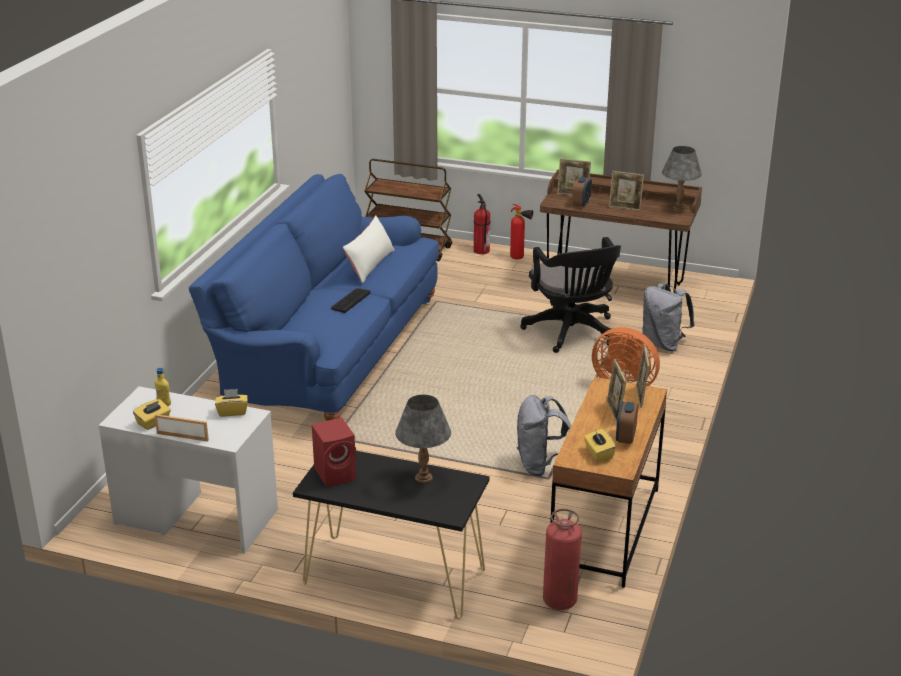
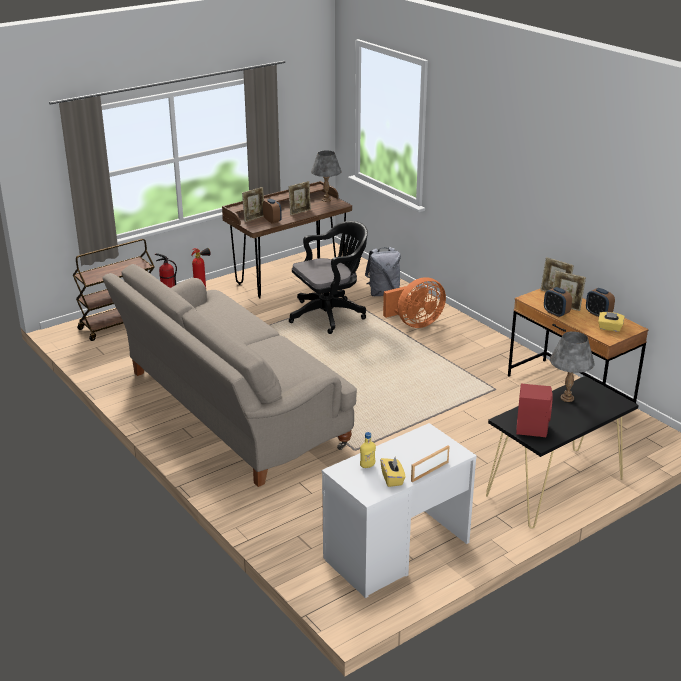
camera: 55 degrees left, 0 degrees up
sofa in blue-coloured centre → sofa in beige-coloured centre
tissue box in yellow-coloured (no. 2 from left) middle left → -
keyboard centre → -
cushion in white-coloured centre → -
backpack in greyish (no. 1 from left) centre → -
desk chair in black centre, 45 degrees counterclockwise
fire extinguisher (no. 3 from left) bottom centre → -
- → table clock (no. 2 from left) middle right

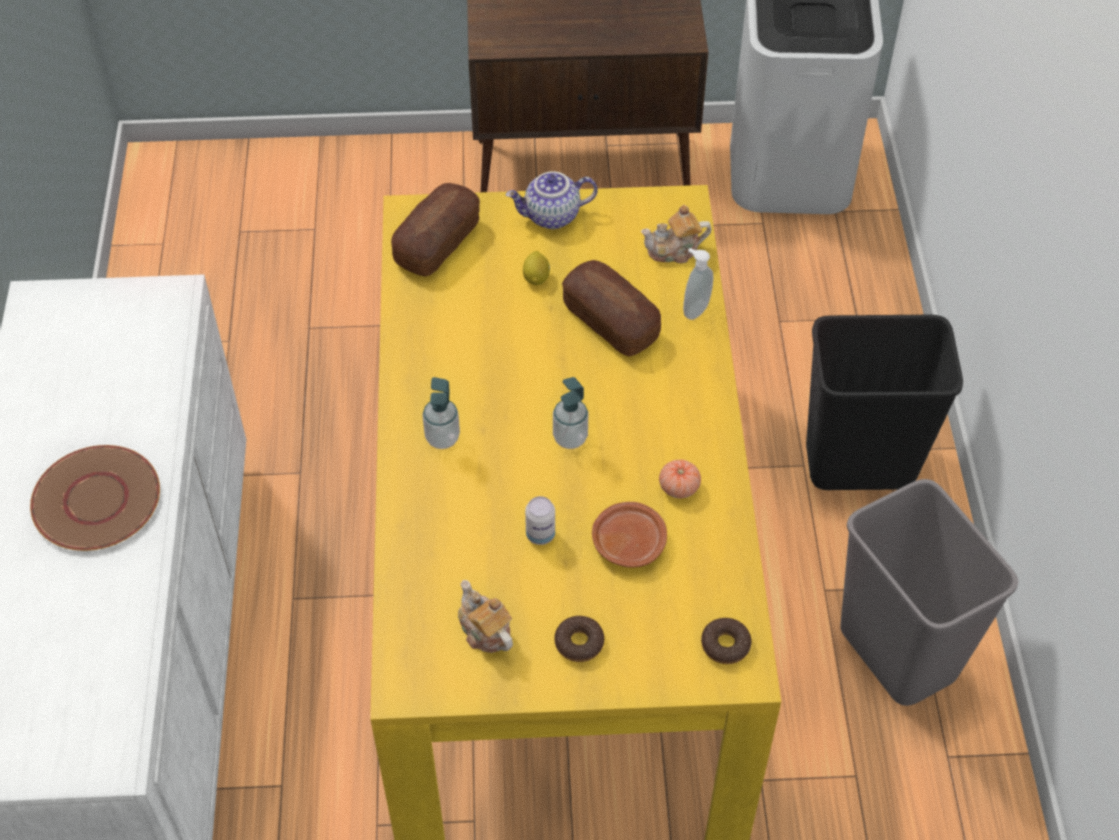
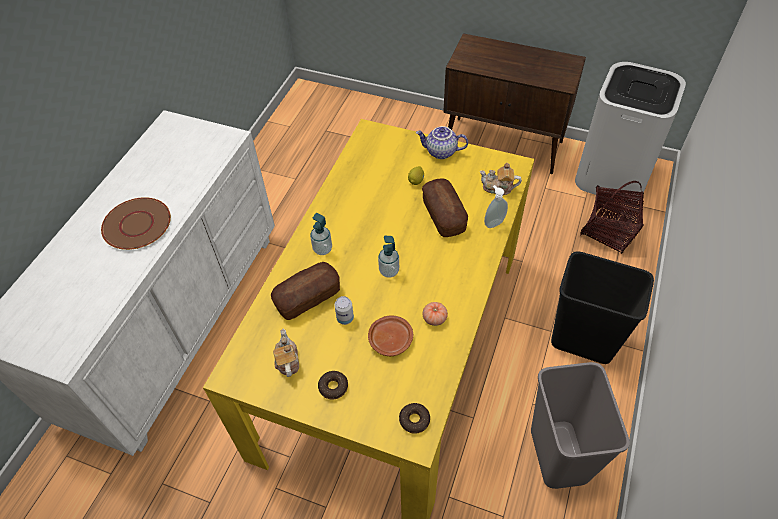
camera: 25 degrees right, 0 degrees up
bakery bread (no. 1 from left) top centre → bakery bread (no. 1 from left) centre, relocated
- → household basket middle right

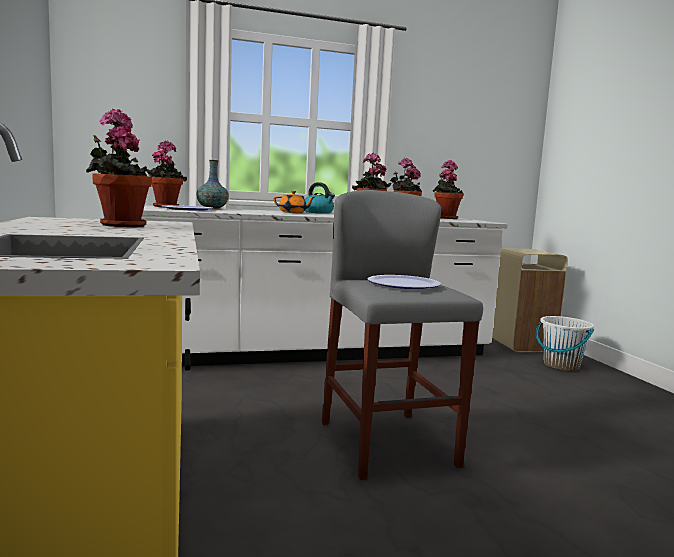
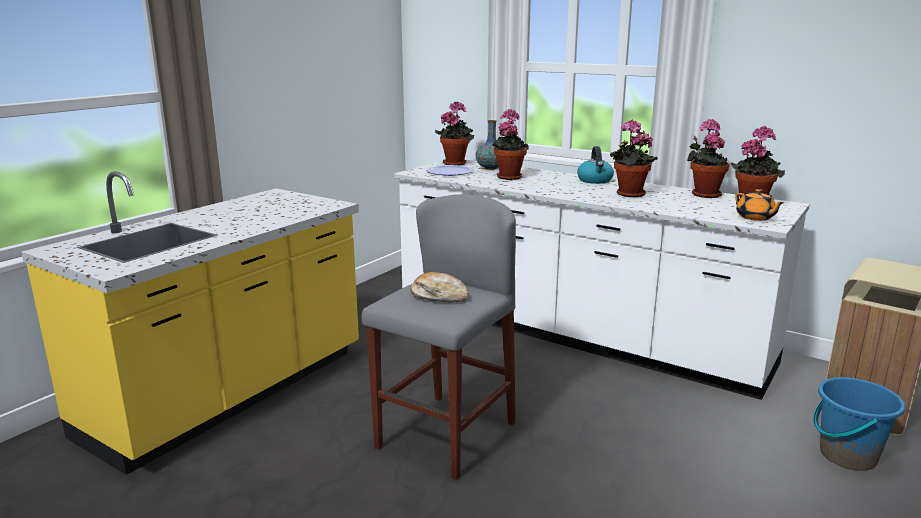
camera: 50 degrees right, 10 degrees up
potted plant (no. 1 from left in the first image) top left → potted plant (no. 2 from left) top centre, relocated
pot for tea in orangey centre → pot for tea in orangey middle right, relocated
dinner plate (no. 2 from left) centre → bakery bread centre
bucket in white-coloured middle right → bucket in blue-coloured bottom right

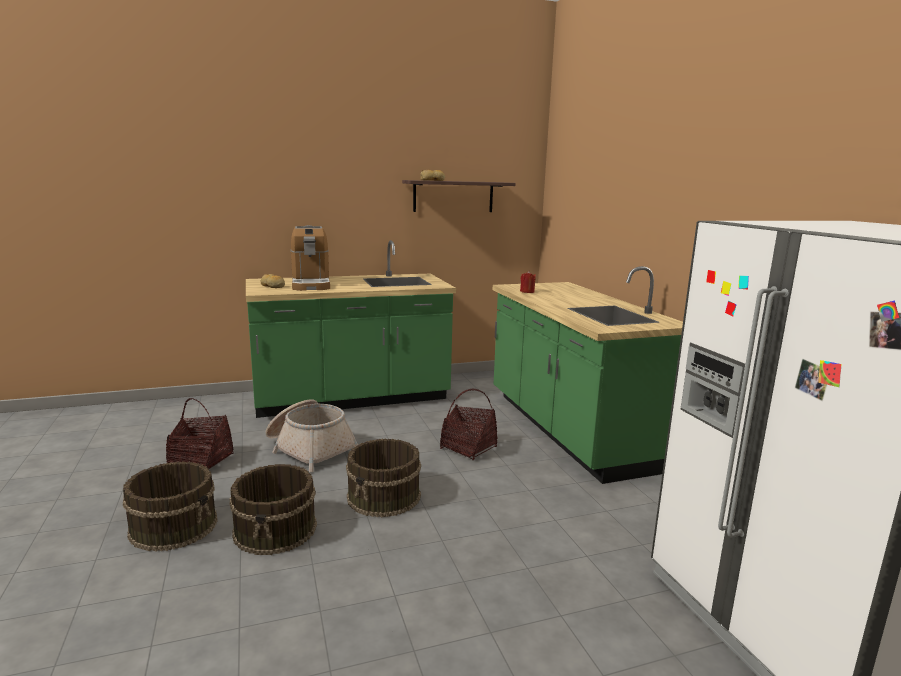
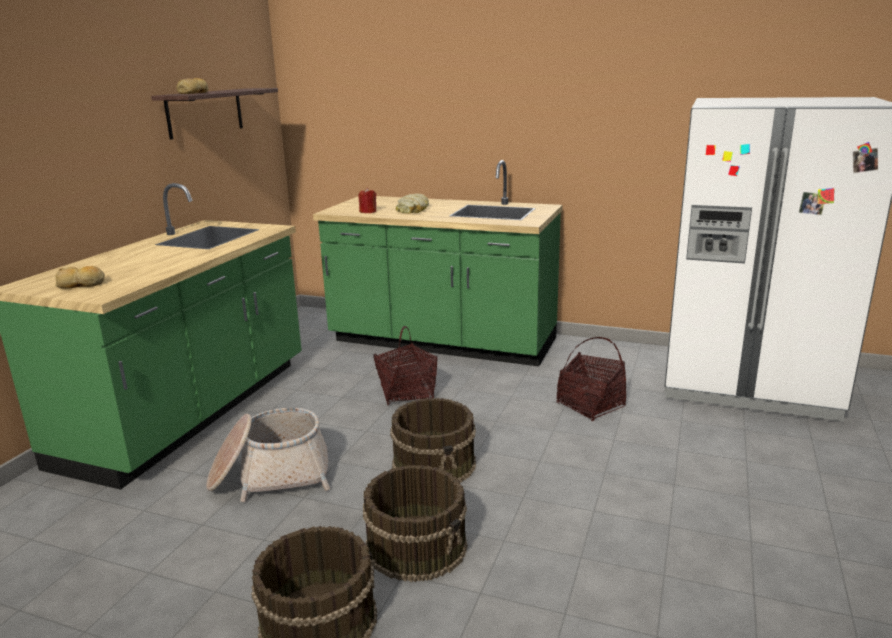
camera: 50 degrees left, 5 degrees up
household basket (no. 1 from left in the first image) middle left → household basket (no. 3 from left) centre, relocated
coffee machine centre → -
- → bakery bread (no. 3 from left) top centre

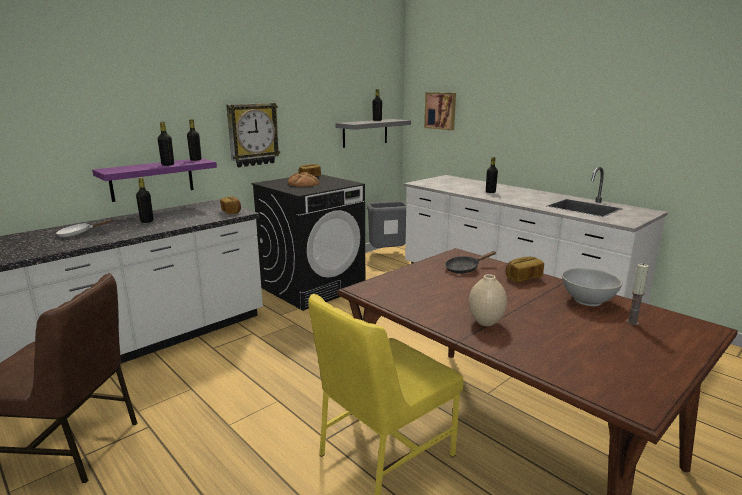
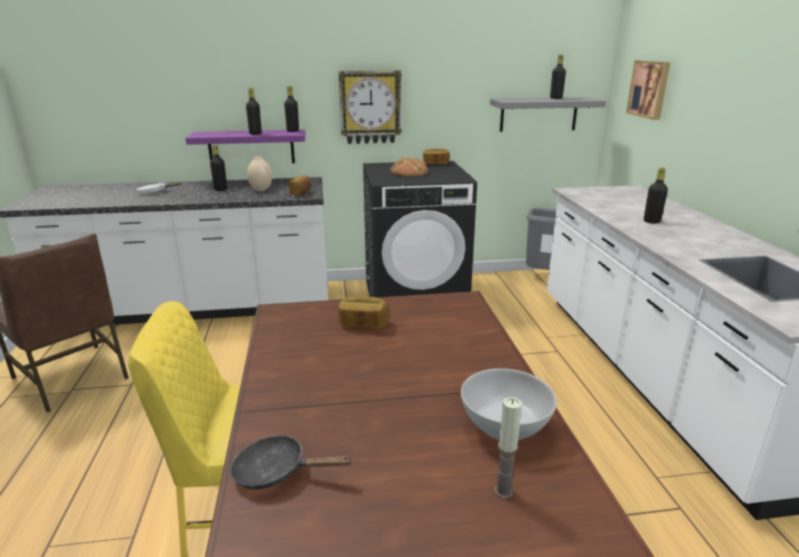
camera: 35 degrees right, 5 degrees up
frying pan in black centre → frying pan in black bottom centre, relocated
vase in beige-coloured centre → vase in beige-coloured top left, relocated
bakery bread (no. 4 from left in the first image) middle right → bakery bread (no. 2 from left) centre, relocated

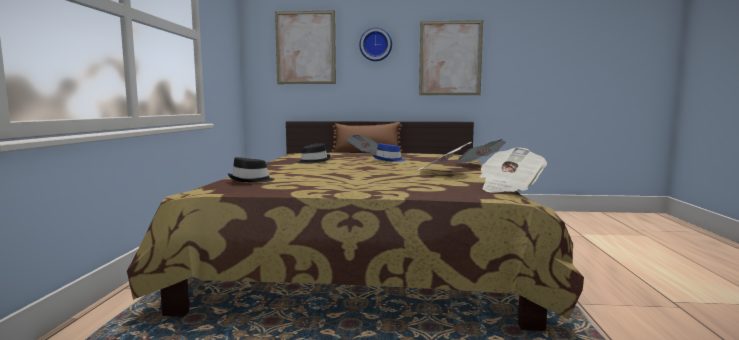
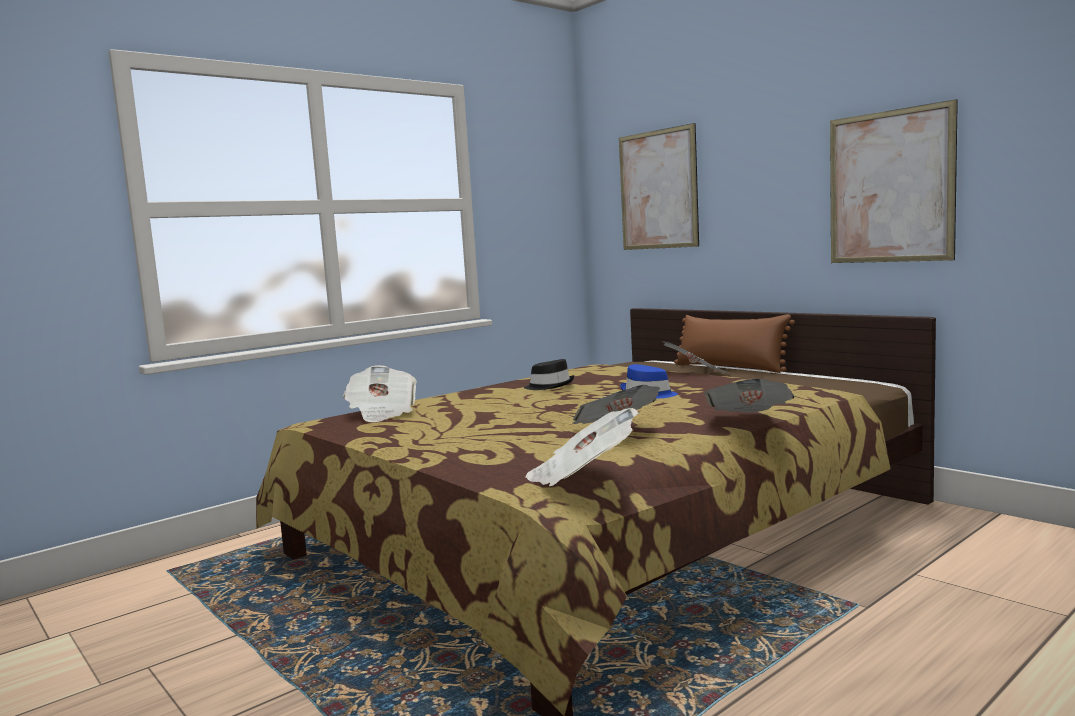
camera: 45 degrees right, 0 degrees up
wearable hat in black (no. 1 from left) centre → newspaper (no. 1 from left) centre
wall clock top centre → -

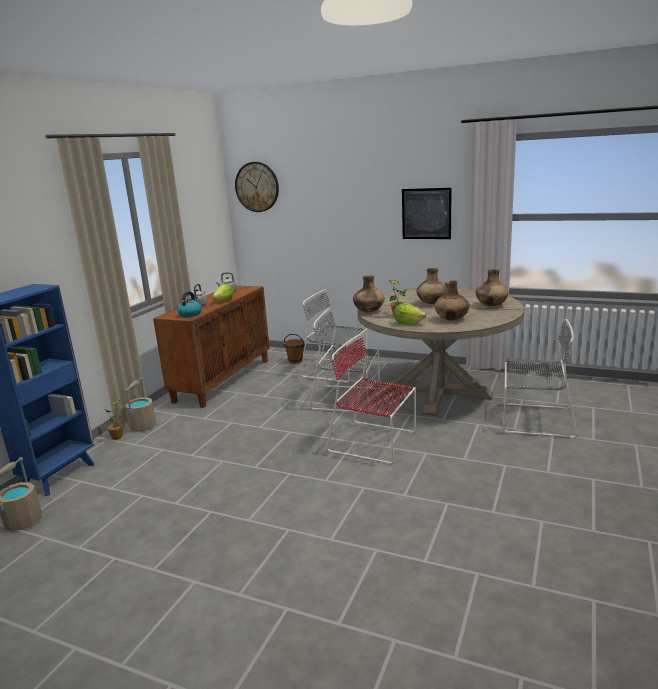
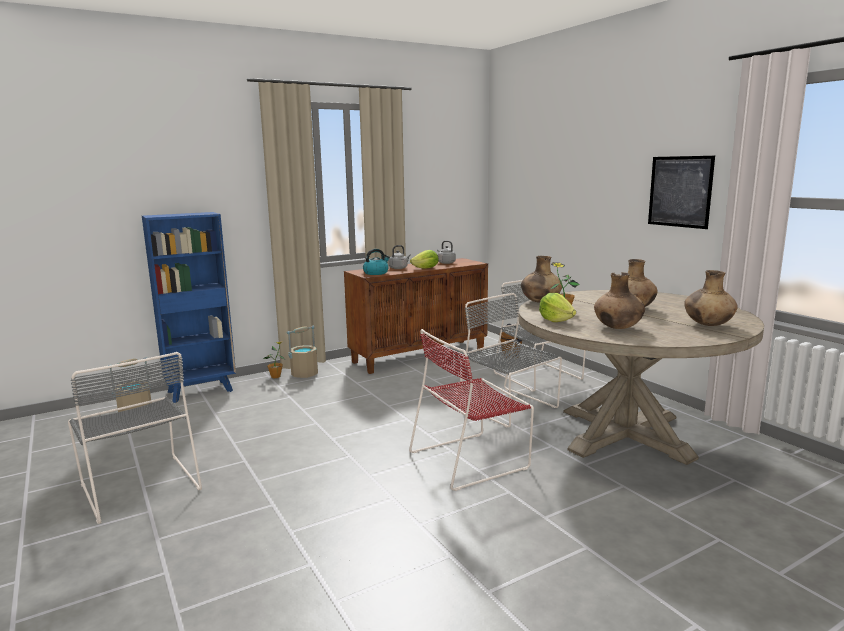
camera: 35 degrees right, 5 degrees down
wall clock top centre → -
chair in reddish centre, 90 degrees counterclockwise
chair in greyish (no. 3 from left in the first image) middle right → chair in greyish (no. 1 from left) bottom left, relocated

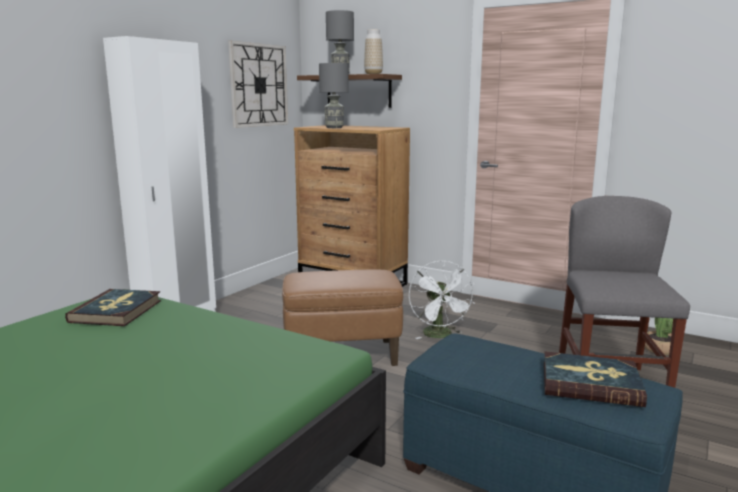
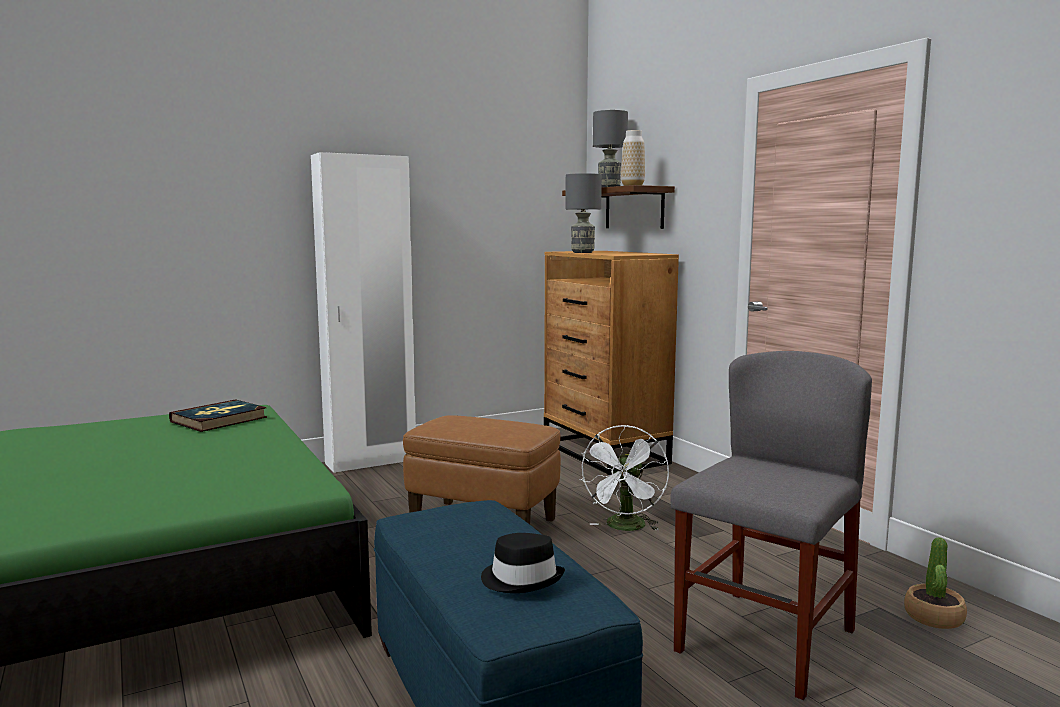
camera: 30 degrees right, 5 degrees down
wall clock top centre → -
bound book (no. 2 from left) bottom right → wearable hat in black bottom centre

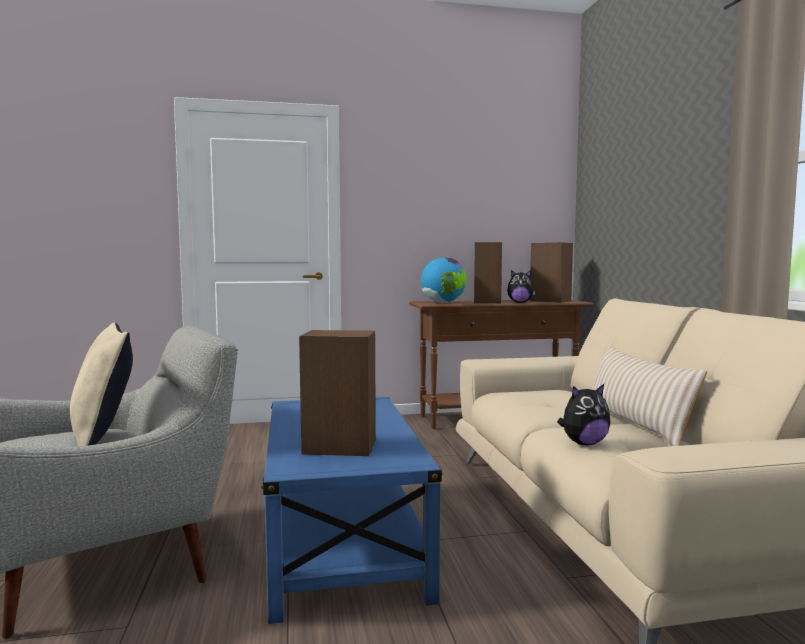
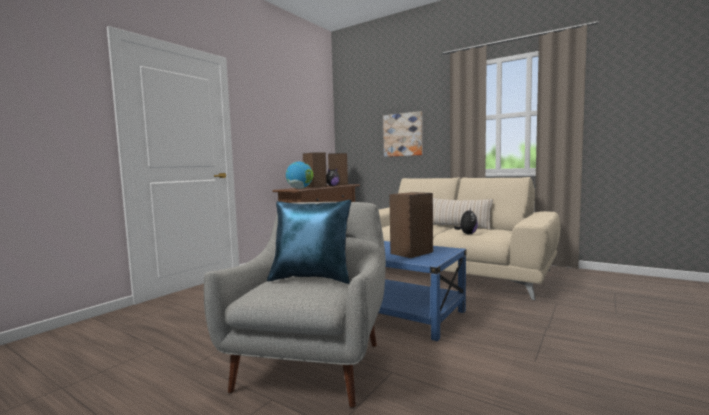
camera: 45 degrees left, 0 degrees up
cushion in beige-coloured (no. 1 from left) middle left → cushion in blue-coloured centre
- → picture top centre

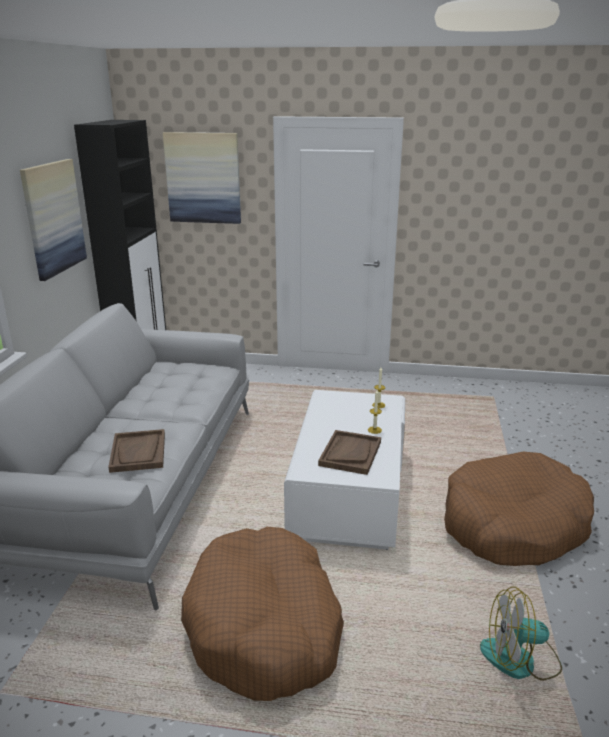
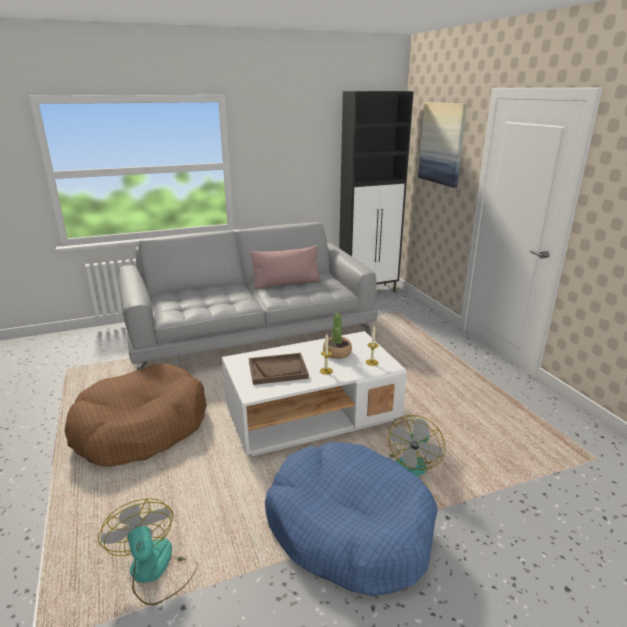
camera: 60 degrees right, 0 degrees up
picture (no. 1 from left) top left → -
serving tray in brown-coloured (no. 1 from left) middle left → -
pet bed in brown-coloured (no. 2 from left) bottom right → pet bed in blue-coloured bottom centre
- → cushion in pink centre
- → potted plant centre
- → cooling fan (no. 2 from left) bottom centre

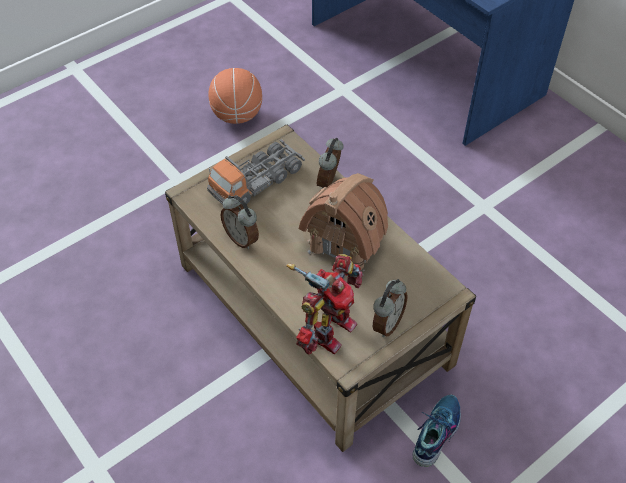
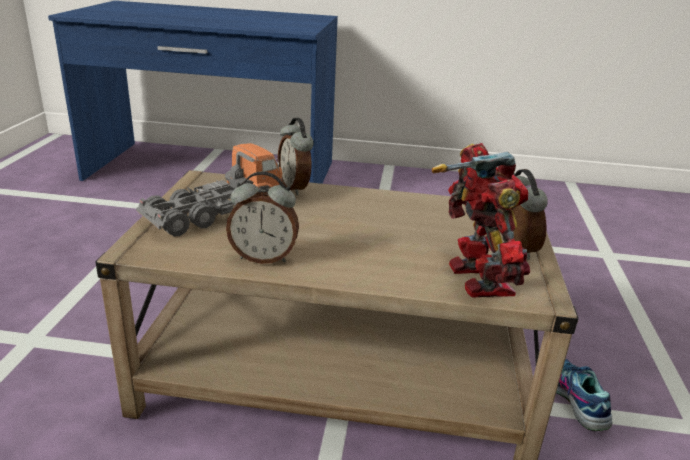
camera: 45 degrees left, 25 degrees down
toy truck centre → toy truck middle left, 135 degrees counterclockwise
ball for basketball top centre → -
model house centre → -

